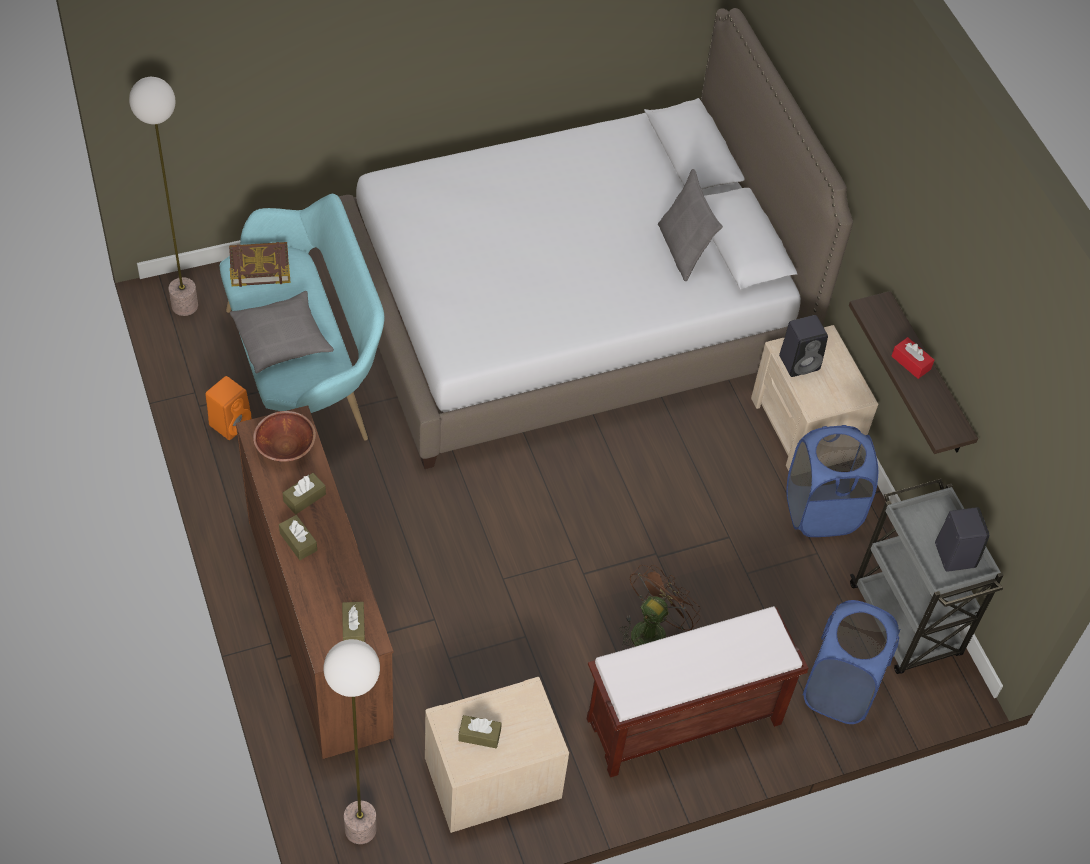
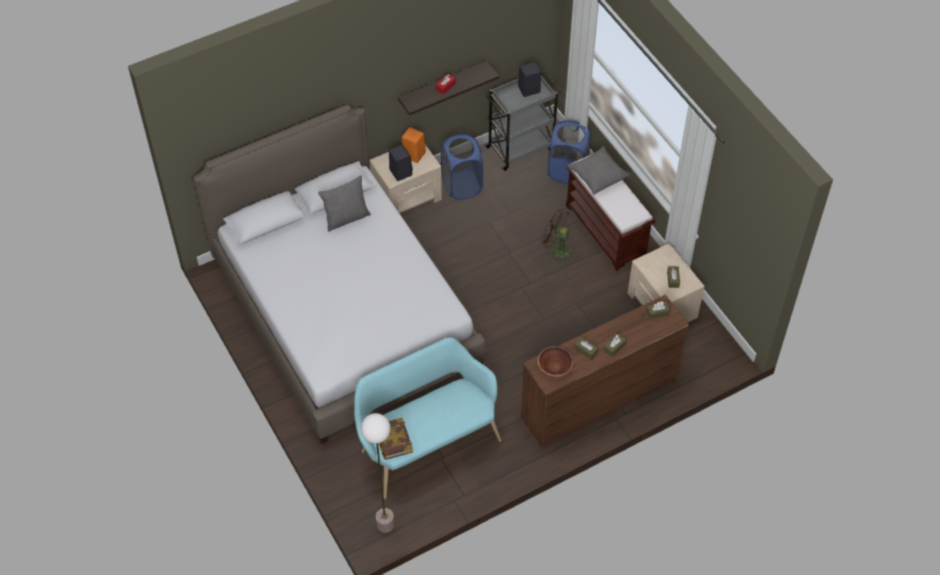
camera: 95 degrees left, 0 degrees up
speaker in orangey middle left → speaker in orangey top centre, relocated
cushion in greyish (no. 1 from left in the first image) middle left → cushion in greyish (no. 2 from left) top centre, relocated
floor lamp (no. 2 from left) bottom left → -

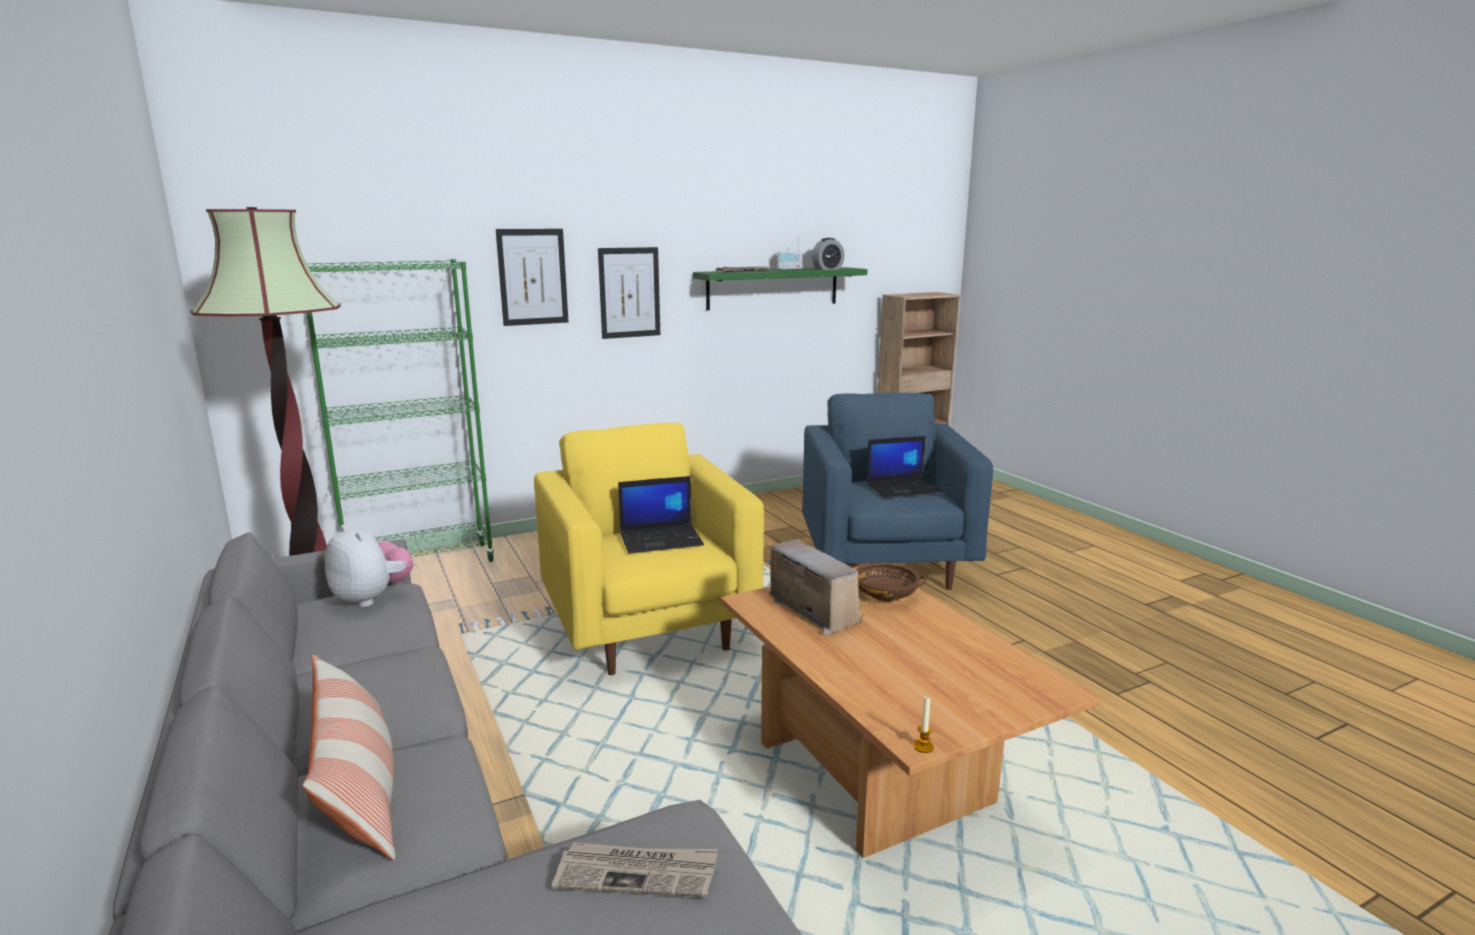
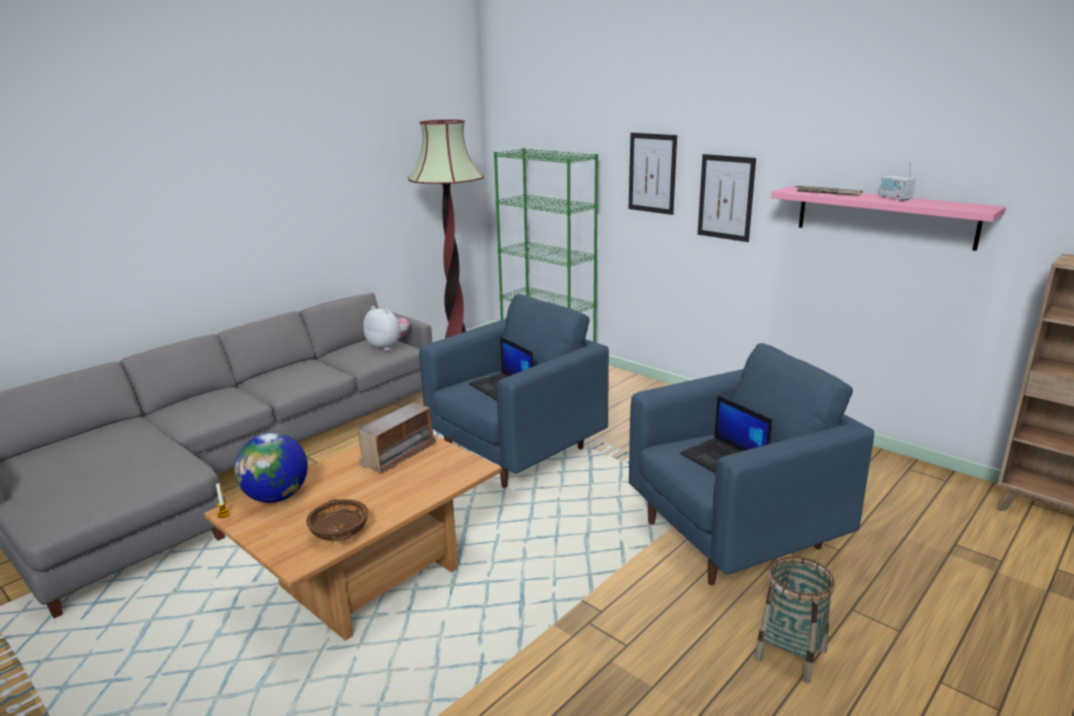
camera: 70 degrees right, 5 degrees up
cushion bottom left → -
soft toy middle left → soft toy centre, 75 degrees counterclockwise
lounge chair in yellow-coloured centre → lounge chair in blue-coloured (no. 1 from left) centre
newspaper (no. 1 from left) bottom centre → -
bracket shelf in green-coloured top centre → bracket shelf in pink top right
table clock top centre → -
deep dish in brown-coloured centre → deep dish in brown-coloured bottom left, relocated
- → world globe middle left
- → household basket bottom right

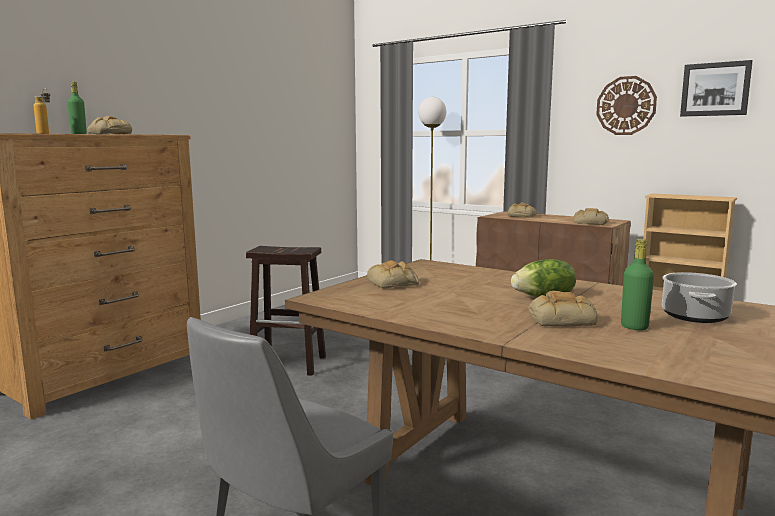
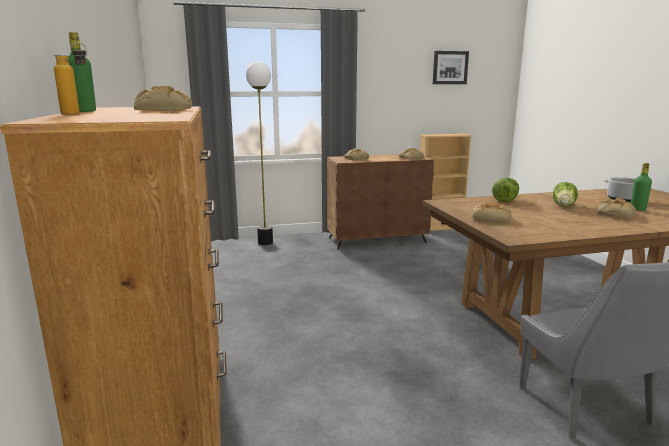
camera: 50 degrees left, 5 degrees up
stool seat in brown-coloured centre → -
wall clock top right → -
- → head of lettuce (no. 1 from left) middle right

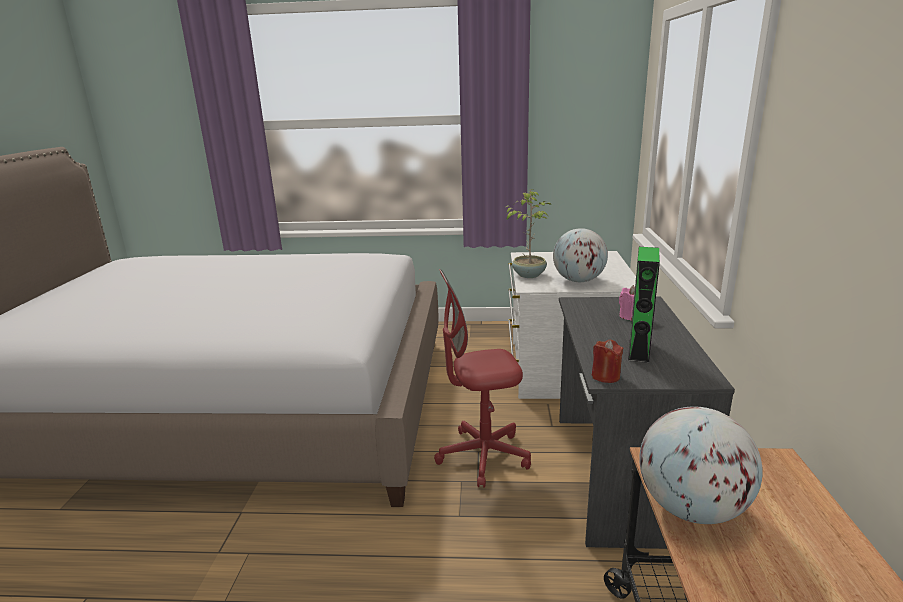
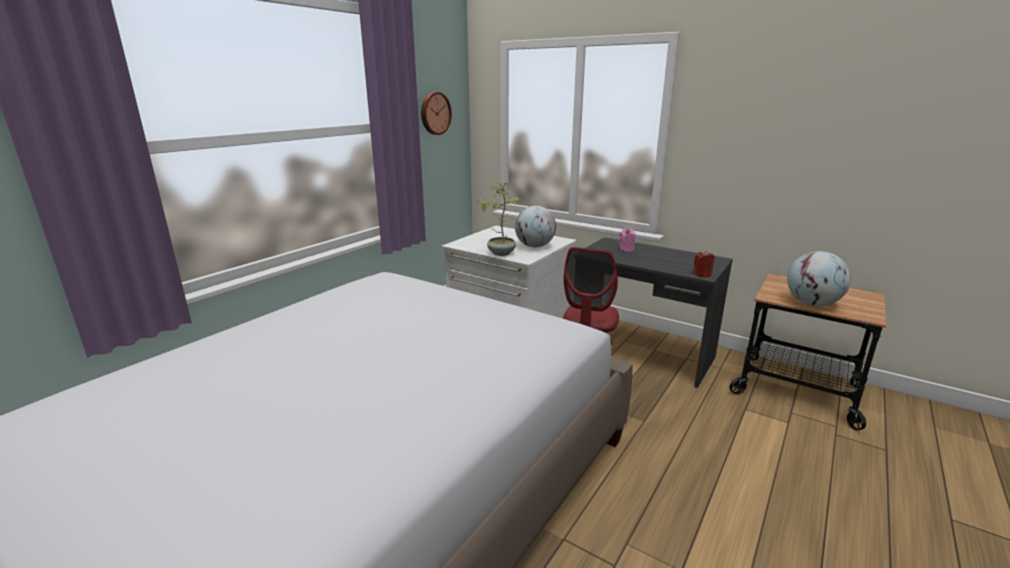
camera: 60 degrees left, 0 degrees up
speaker in green-coloured middle right → -
- → wall clock top centre

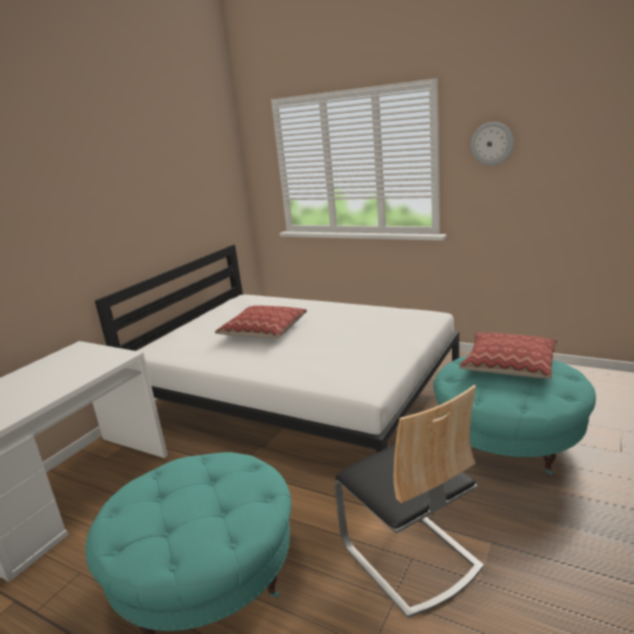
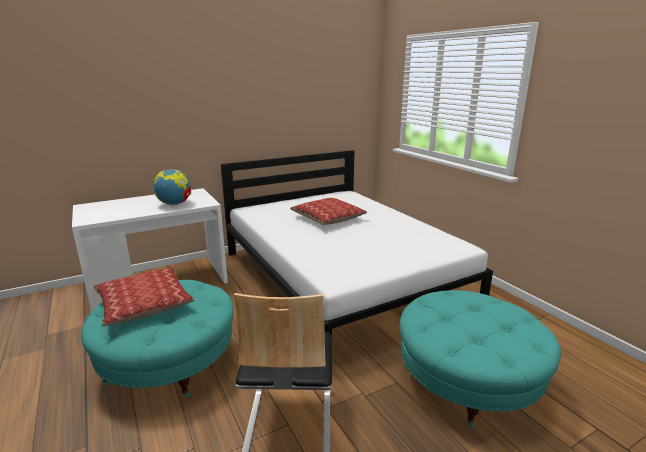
camera: 30 degrees right, 0 degrees up
cushion (no. 2 from left in the first image) middle right → cushion (no. 1 from left) middle left, relocated
wall clock top right → -
- → world globe middle left

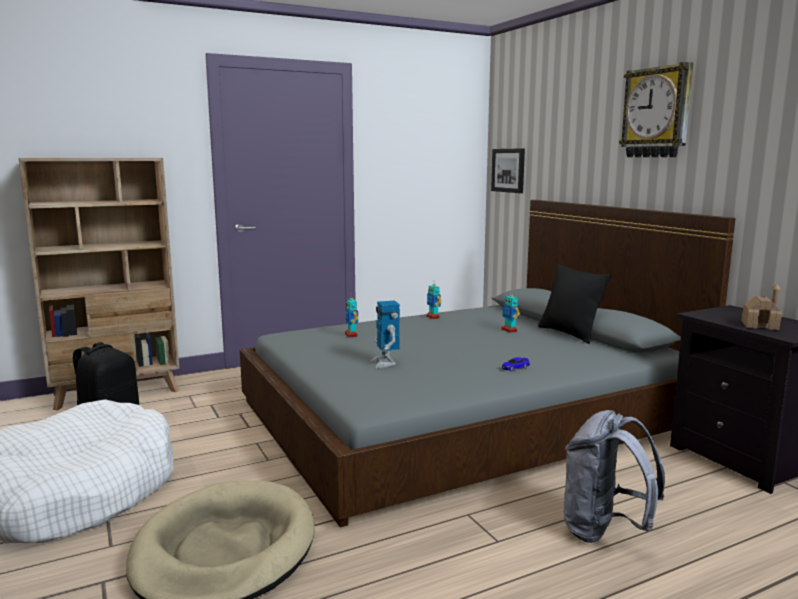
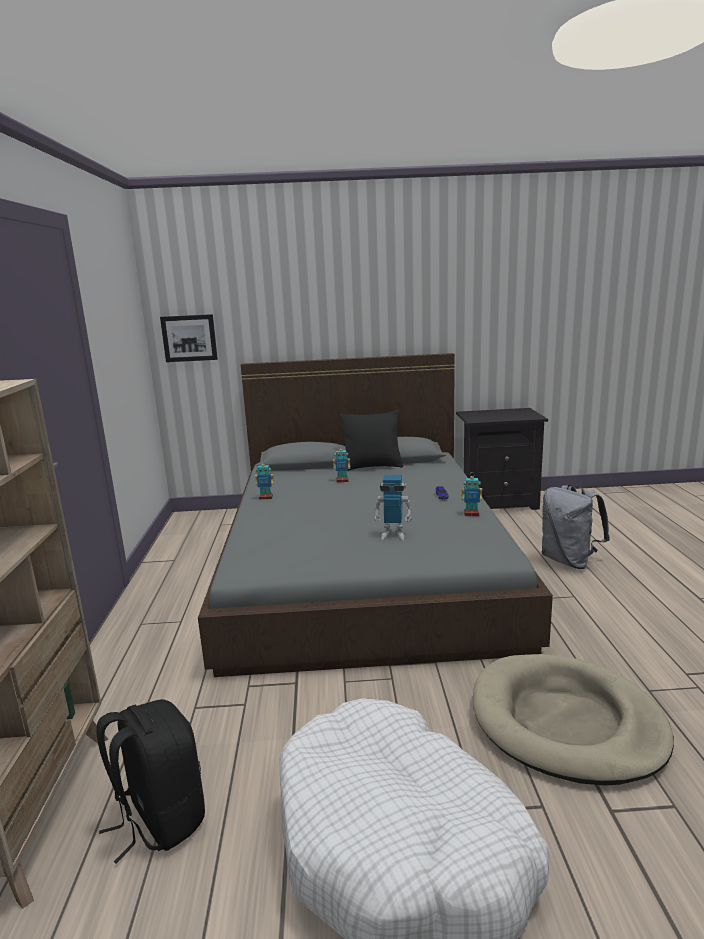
camera: 65 degrees left, 5 degrees up
toy robot (no. 1 from left in the first image) centre → toy robot (no. 4 from left) middle right, relocated
wall clock top right → -
model house middle right → -

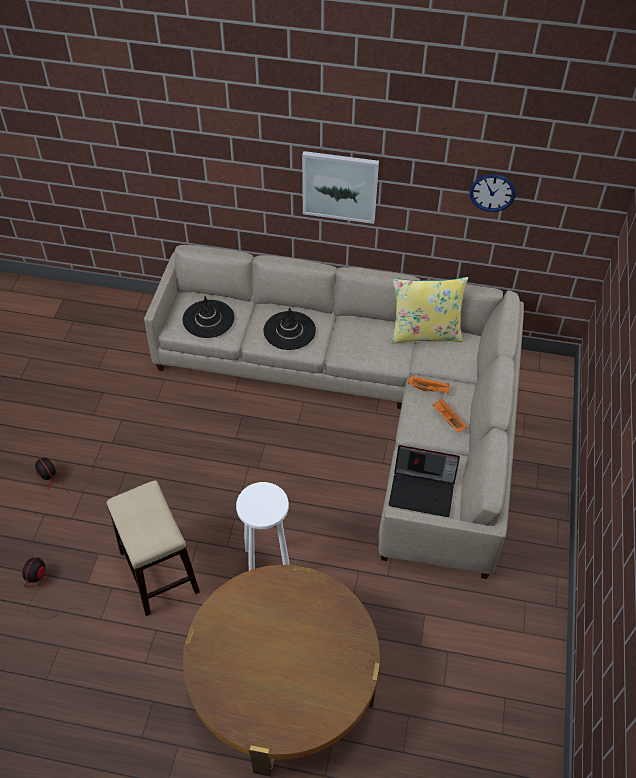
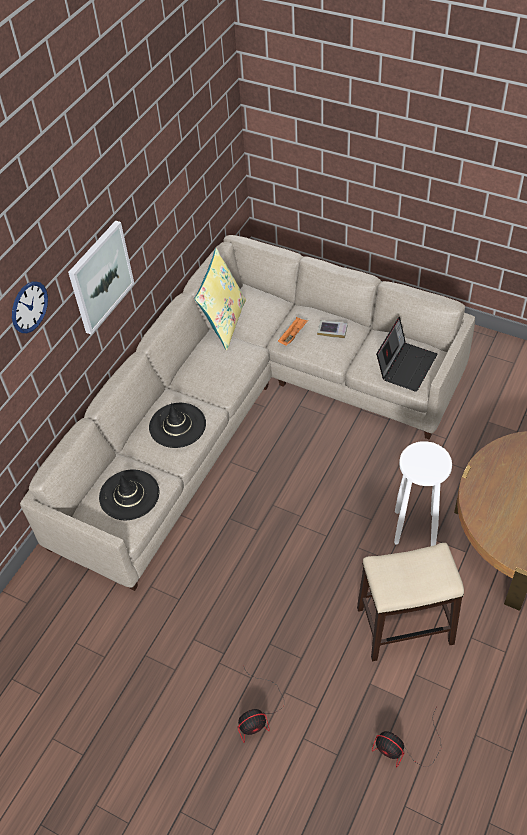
camera: 70 degrees left, 0 degrees up
serving tray in orangey (no. 2 from left) middle right → bound book centre
wall clock top right → wall clock middle left, relocated

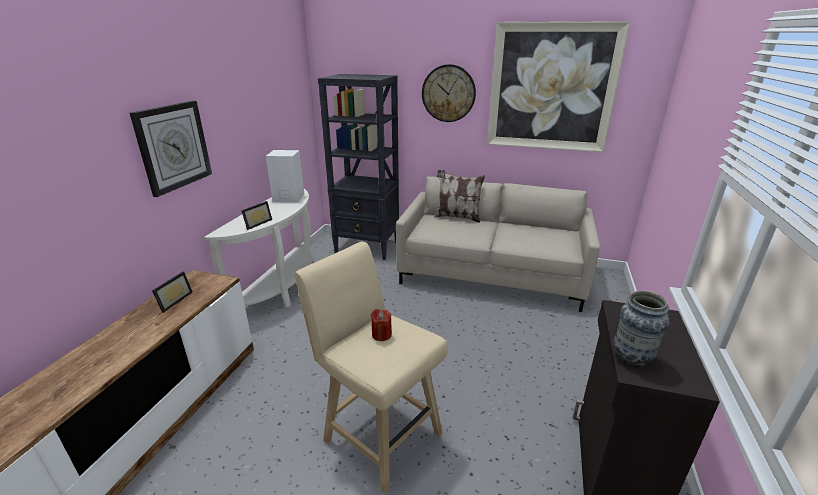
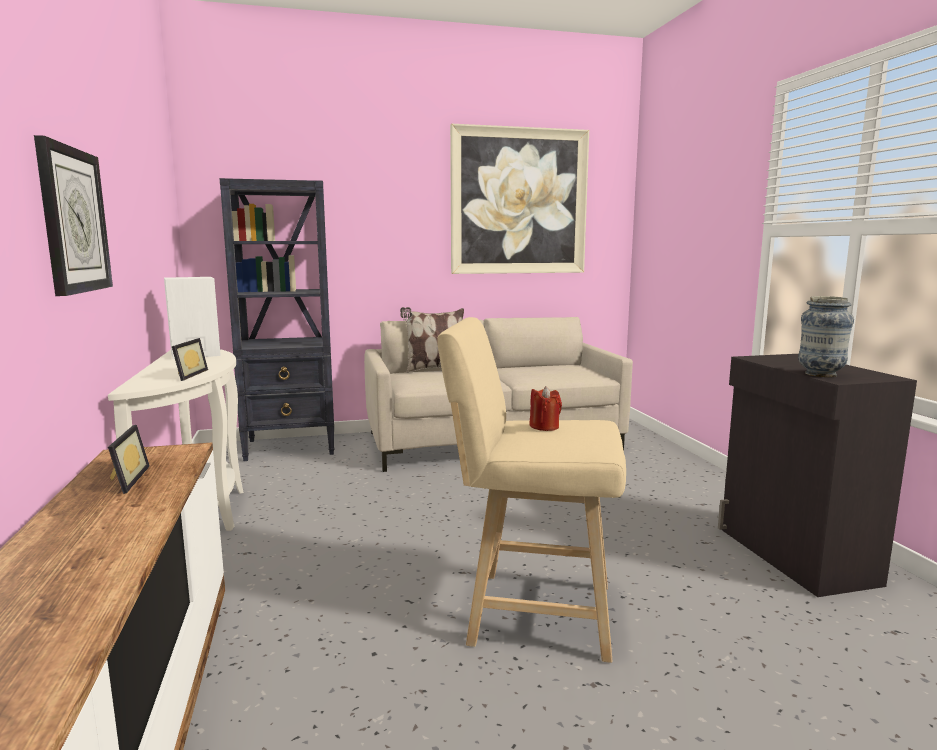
camera: 30 degrees left, 15 degrees down
wall clock (no. 2 from left) top centre → -

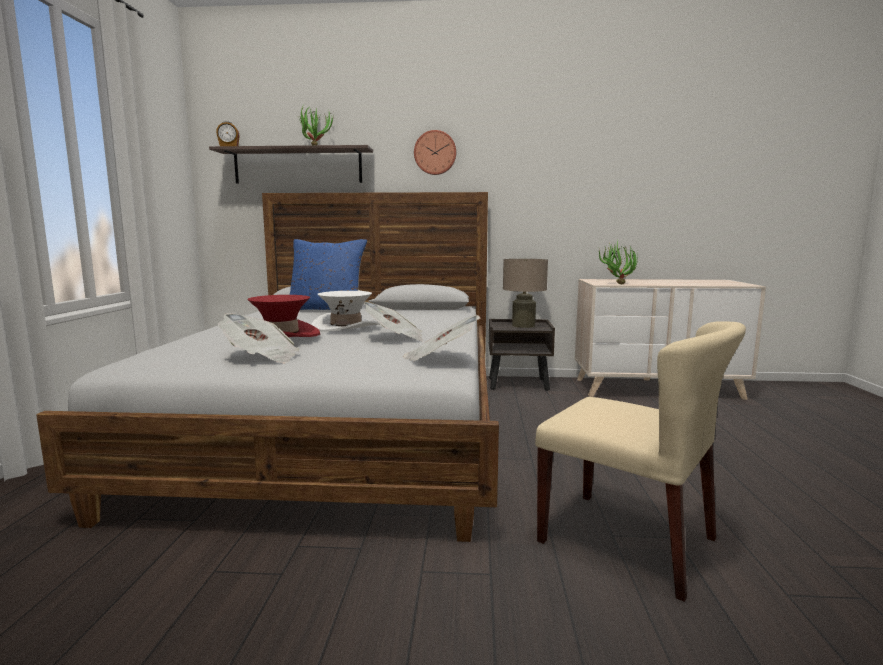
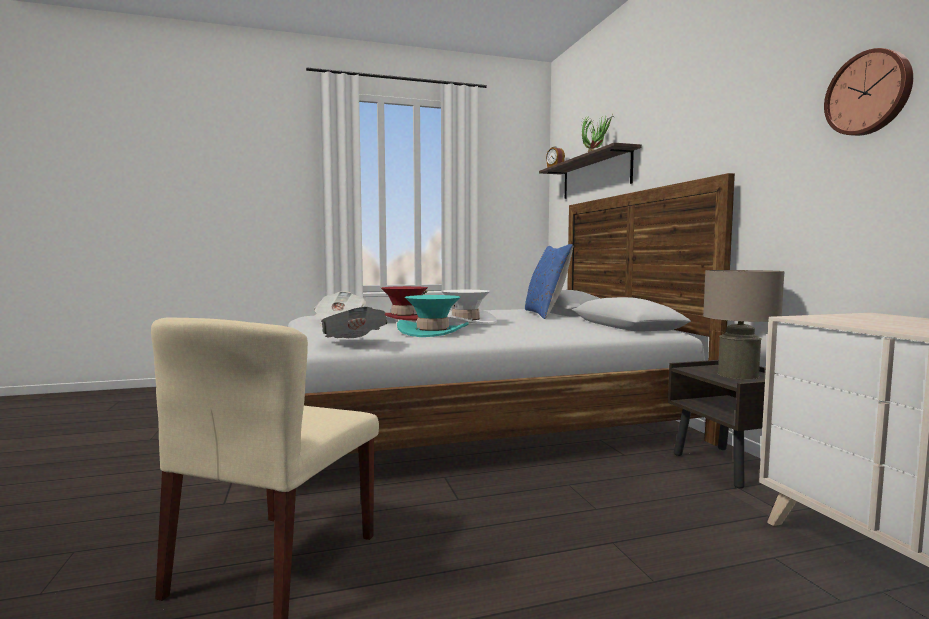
camera: 70 degrees right, 5 degrees down
newspaper (no. 2 from left) centre → wearable hat in turquoise centre
wall clock top centre → wall clock top right, relocated
potted plant (no. 2 from left) middle right → -

